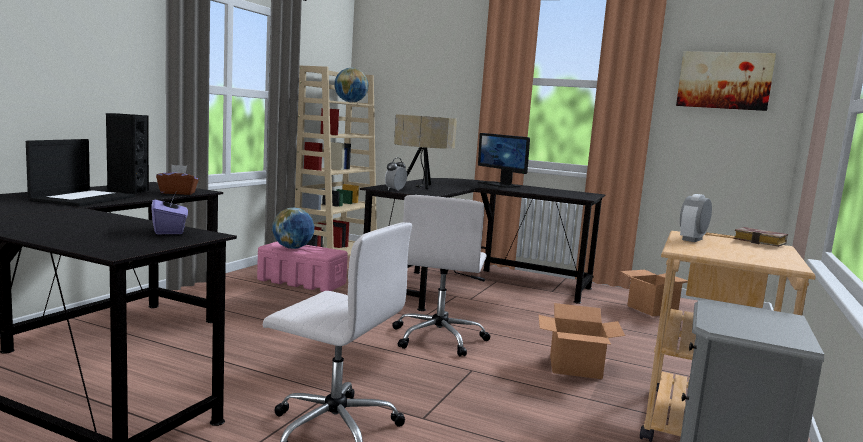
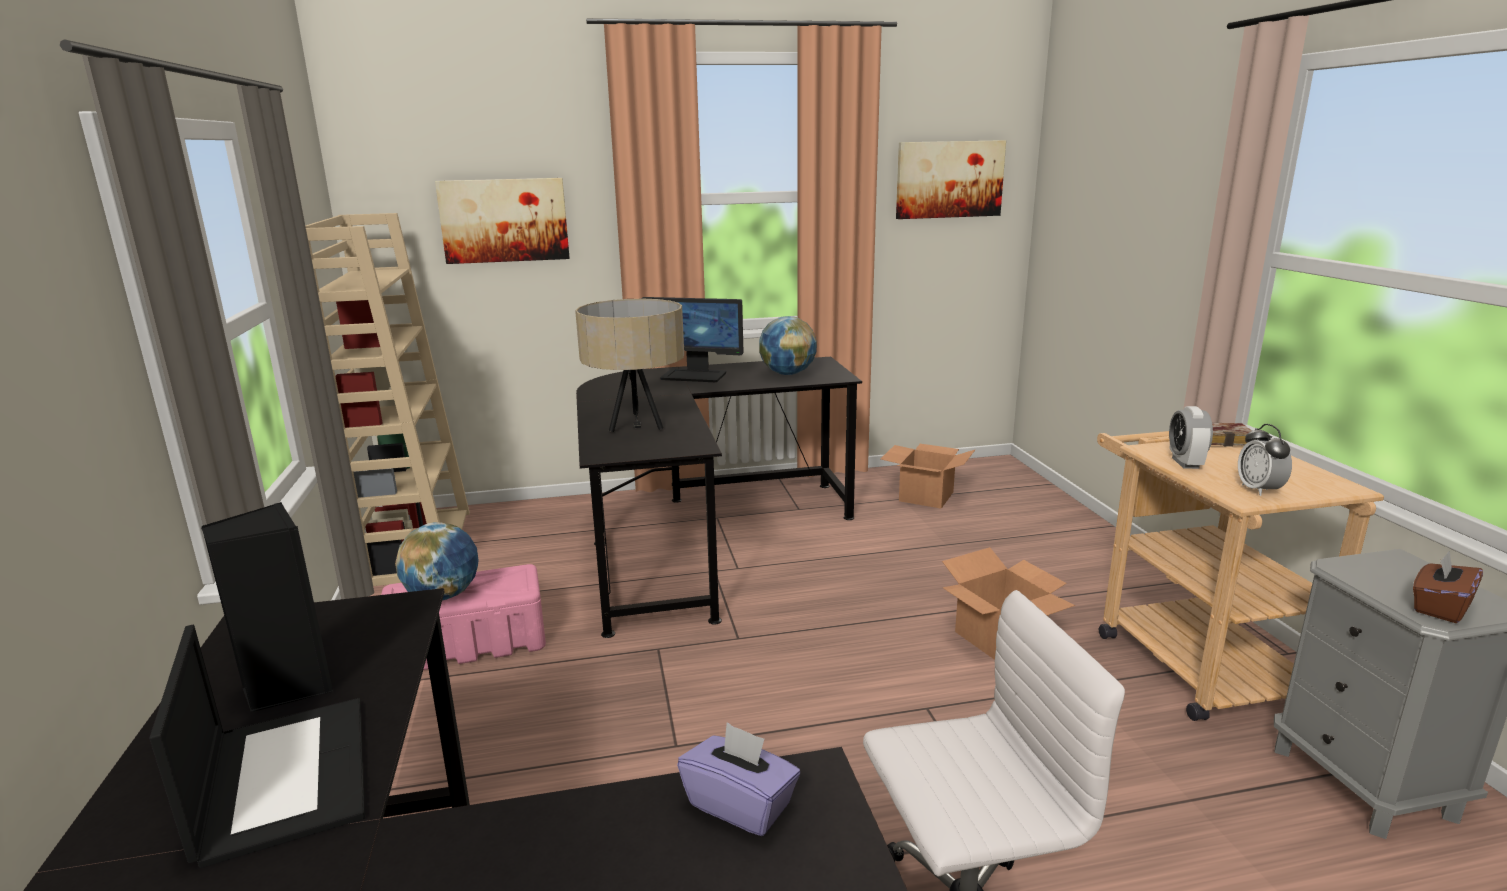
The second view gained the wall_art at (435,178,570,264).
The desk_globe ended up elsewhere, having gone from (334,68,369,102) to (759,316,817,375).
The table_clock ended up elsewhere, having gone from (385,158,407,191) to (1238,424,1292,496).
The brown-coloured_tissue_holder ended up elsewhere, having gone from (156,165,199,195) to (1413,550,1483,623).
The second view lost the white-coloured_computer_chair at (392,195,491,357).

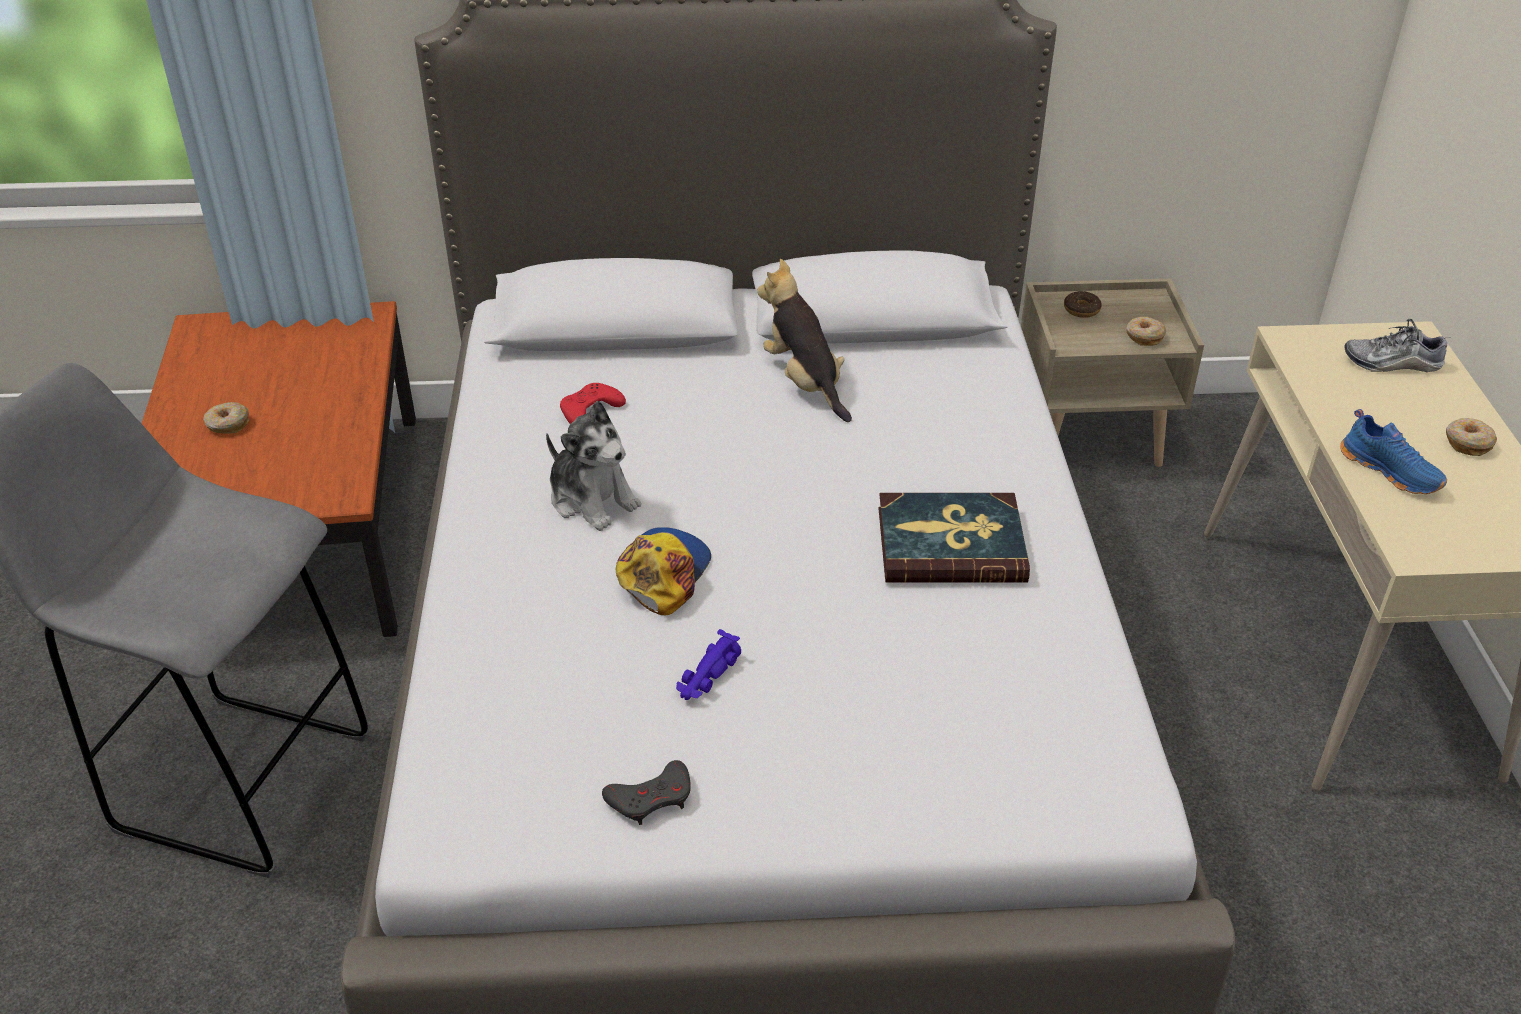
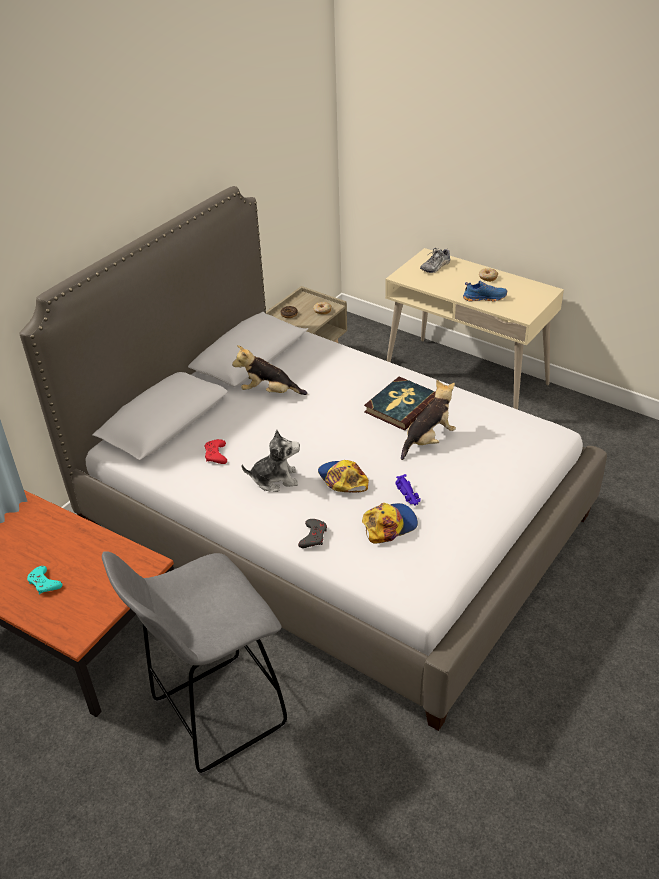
Where the ring_doughnut stood at (203,402,249,434), the blue-green_joypad came to stand at (27,566,63,594).
The gray_joypad ended up elsewhere, having gone from (602,760,691,825) to (298,519,327,548).
The second view gained the cap at (362,503,418,544).
The second view gained the cuddly_toy at (401,380,456,460).

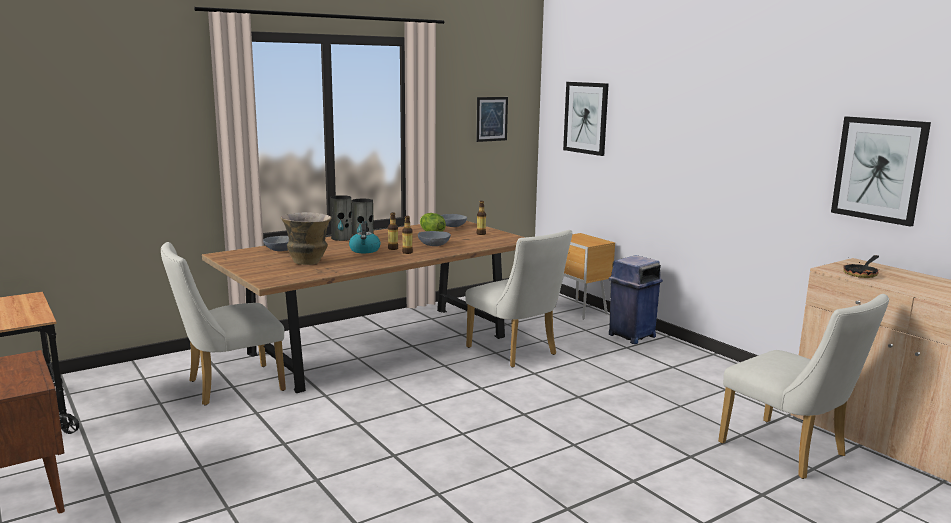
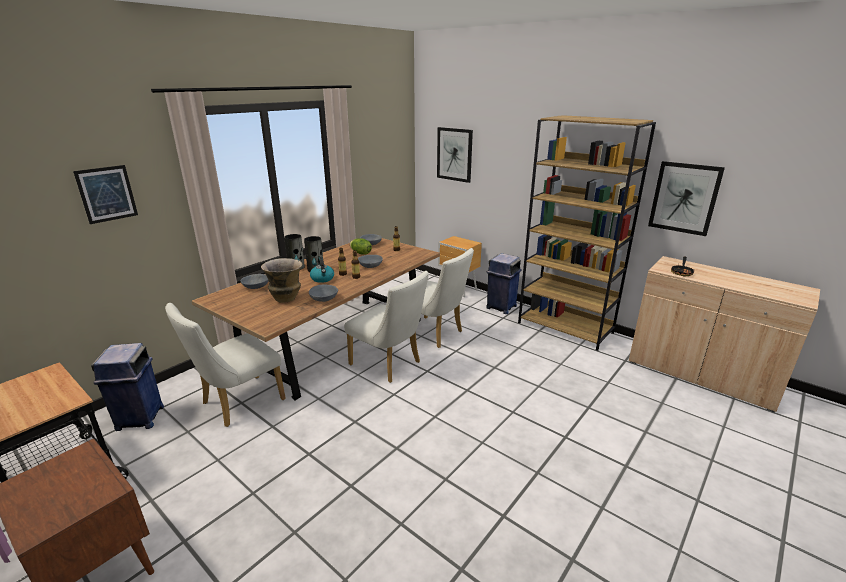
The wall_art ended up elsewhere, having gone from (476,97,508,142) to (73,165,138,224).
The second view gained the bluish_trash_can at (91,343,164,431).
The second view gained the gray_serving_bowl at (309,284,338,302).
The white-coloured_chair ended up elsewhere, having gone from (718,294,889,479) to (344,271,429,383).
The second view gained the brown-coloured_shelving_unit at (518,115,656,351).

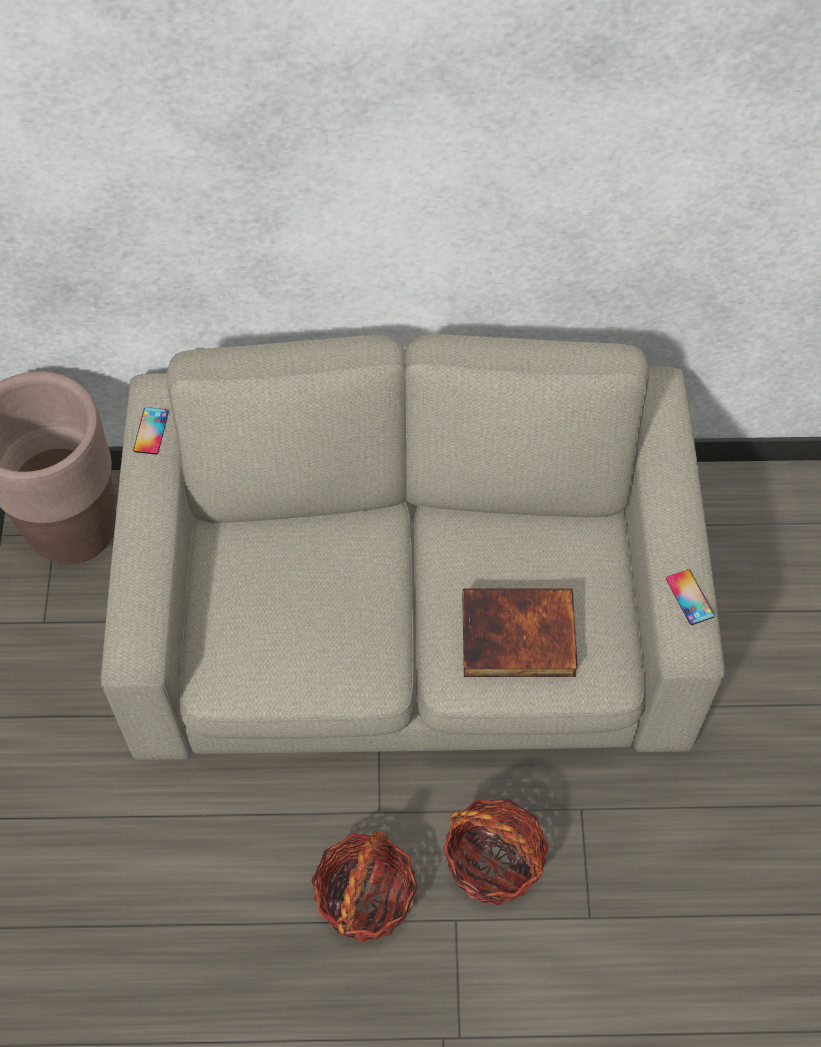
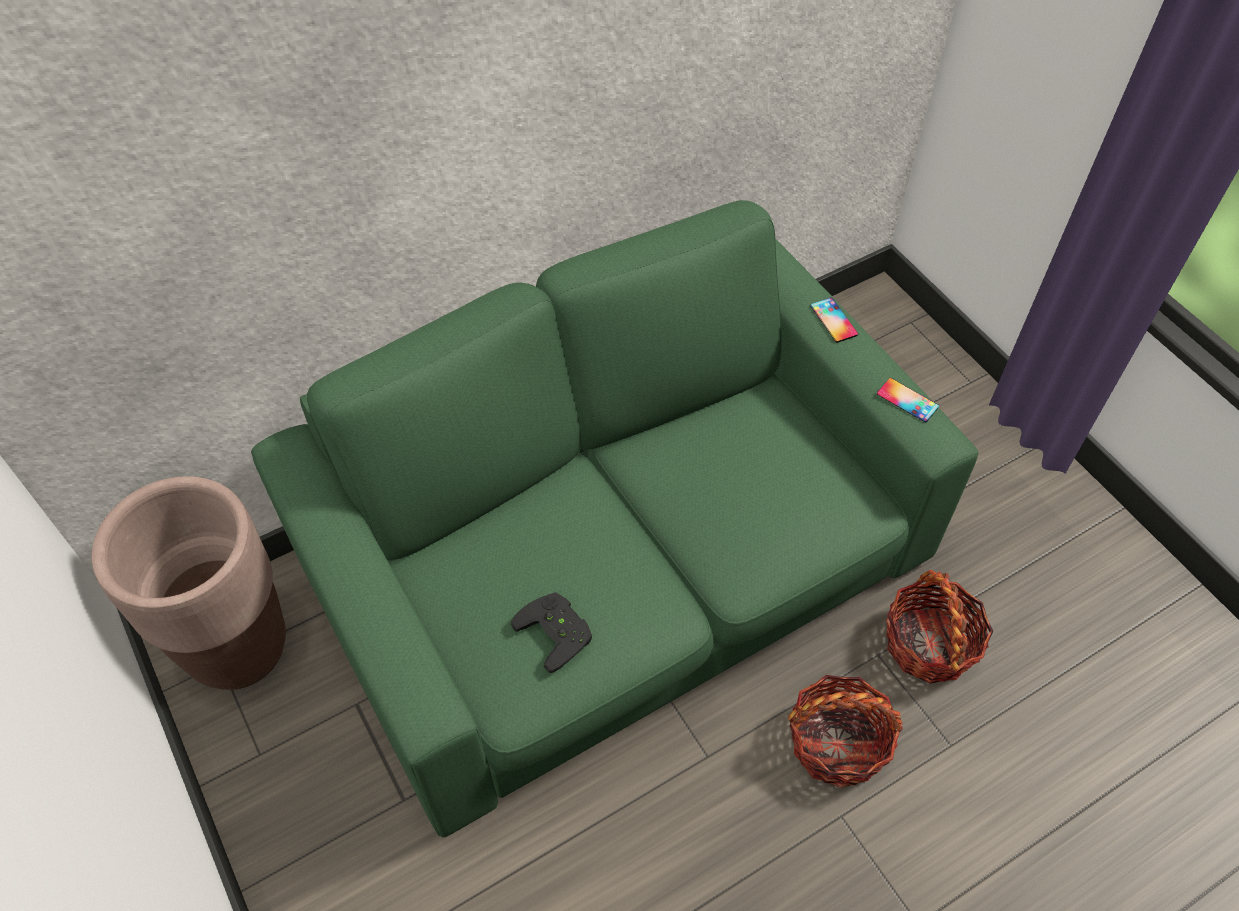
What was the beige_sofa at (101,334,725,760) turned into the green_sofa at (251,200,979,838).
The second view gained the black-coloured_joypad at (511,592,592,673).
The handset ended up elsewhere, having gone from (133,407,169,454) to (810,297,858,343).
The household_basket ended up elsewhere, having gone from (311,831,418,942) to (886,570,993,684).
The second view lost the bound_book at (462,588,578,677).

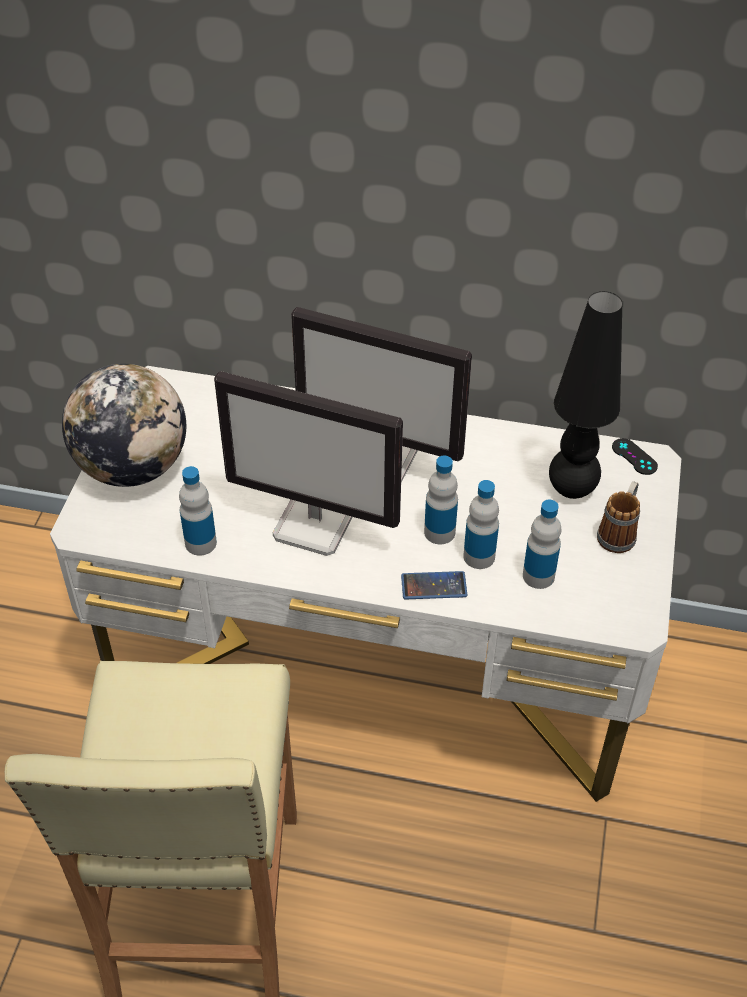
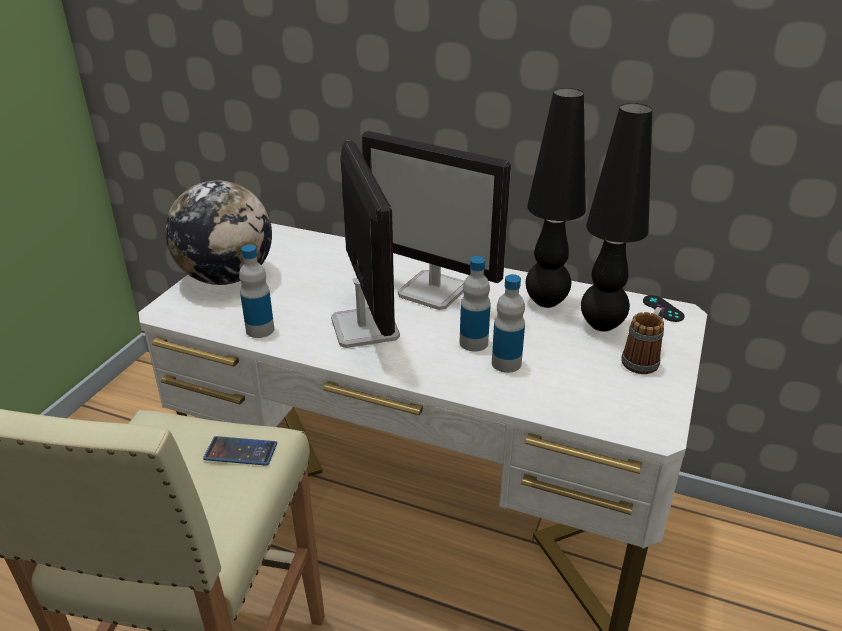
The handset ended up elsewhere, having gone from (401,571,467,600) to (203,436,277,466).
The computer_screen at (214,371,403,556) ended up facing another way, 135 degrees counterclockwise from before.
The second view gained the black-coloured_tabletop_lamp at (526,88,586,308).
The second view lost the bottle at (523,499,561,589).

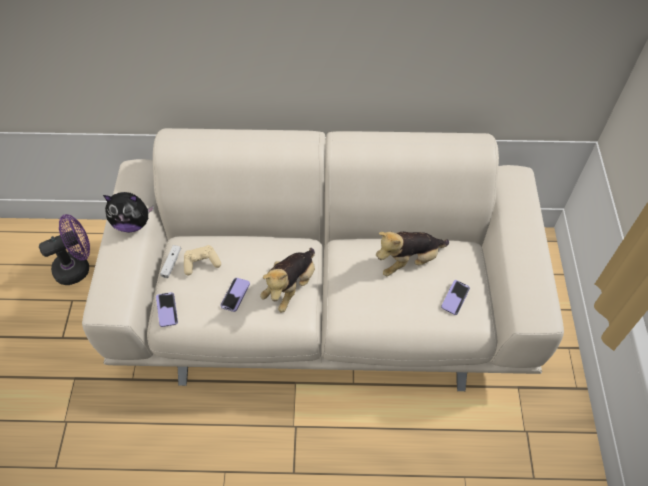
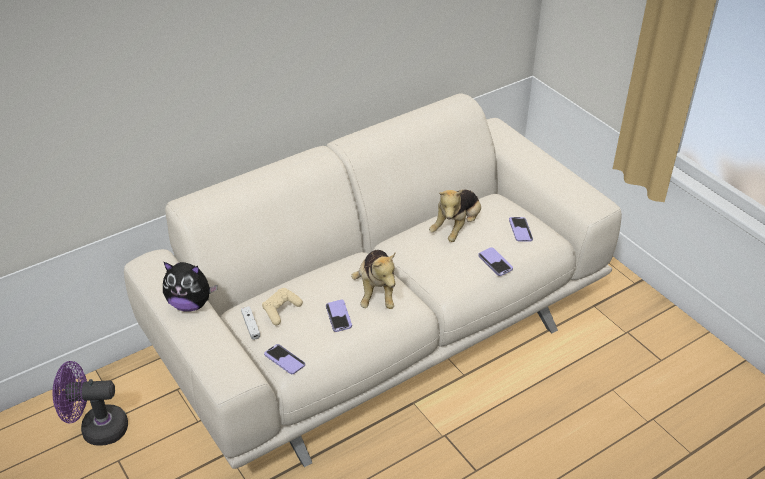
The purple_fan at (39,214,90,285) ended up facing another way, 120 degrees counterclockwise from before.
The cuddly_toy at (103,192,154,233) ended up facing another way, 45 degrees clockwise from before.
The second view gained the handset at (478,247,513,276).

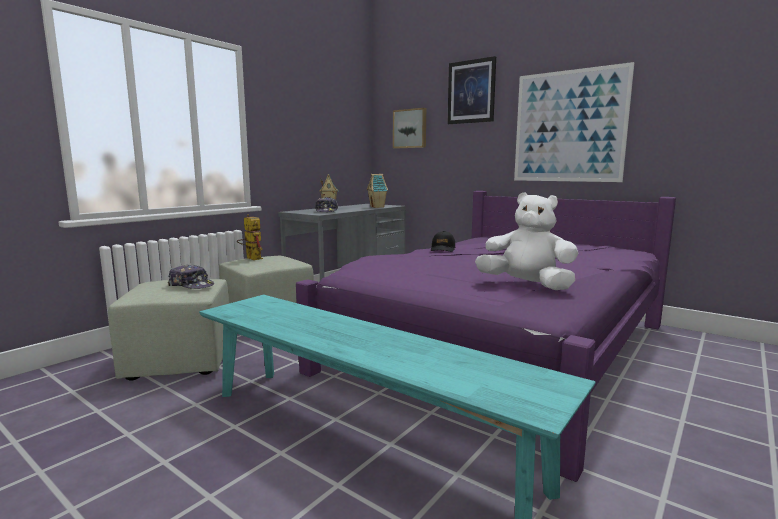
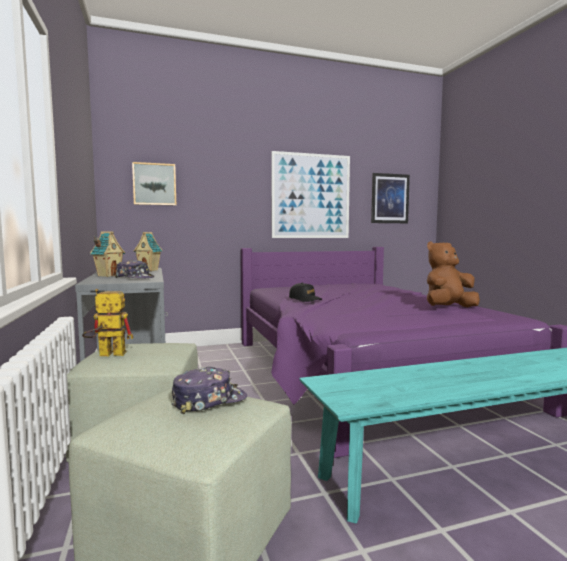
The wall_art ended up elsewhere, having gone from (448,56,496,124) to (371,173,410,223).
What was the white-coloured_cuddly_toy at (475,193,578,290) turned into the brown-coloured_cuddly_toy at (427,241,480,307).

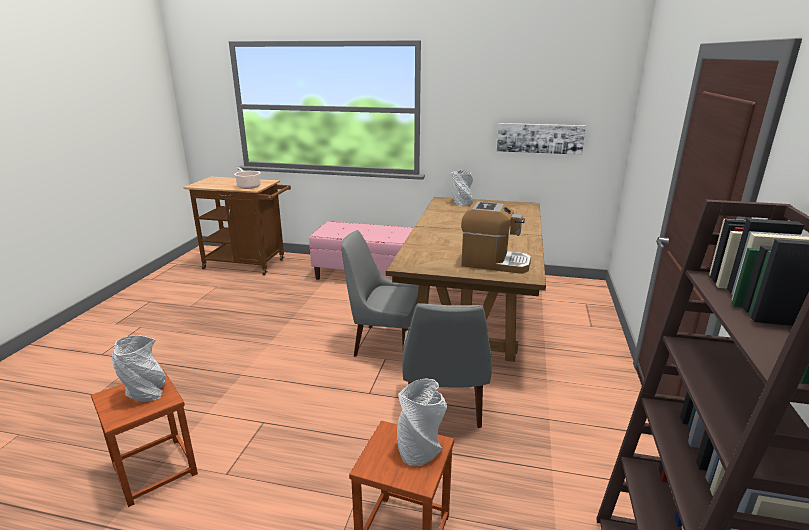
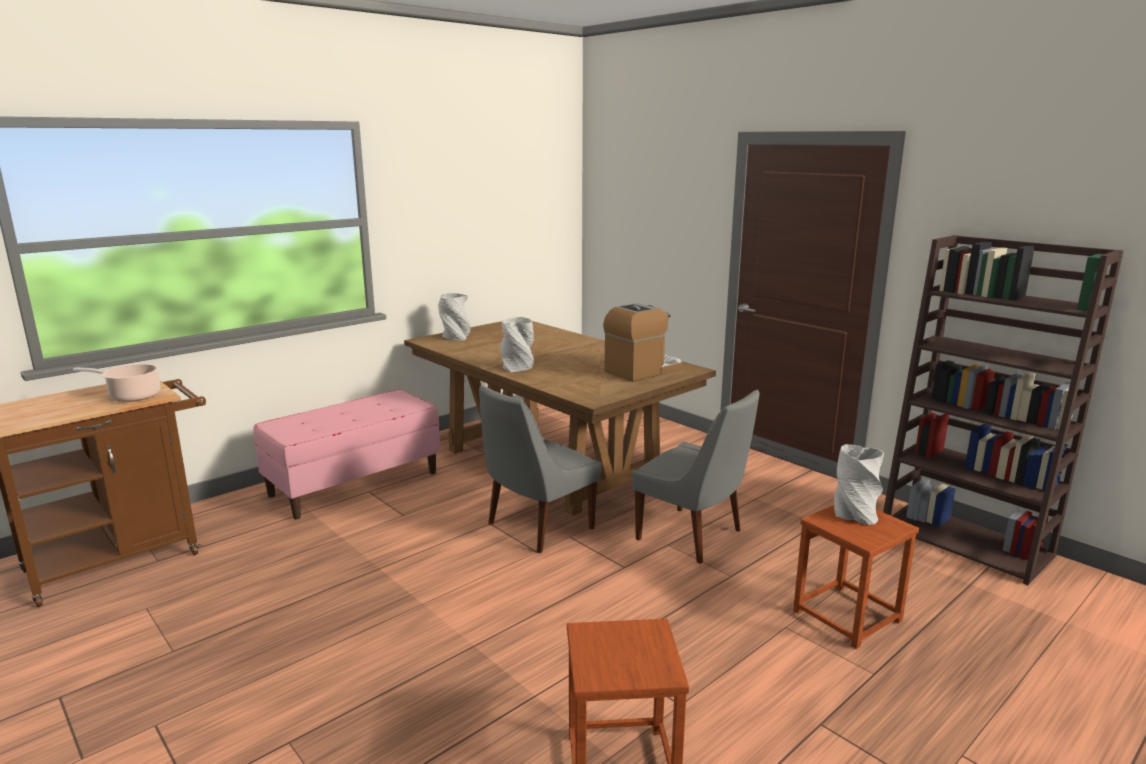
The gray_vase ended up elsewhere, having gone from (112,335,166,402) to (501,317,534,372).
The second view lost the wall_art at (497,123,586,155).

